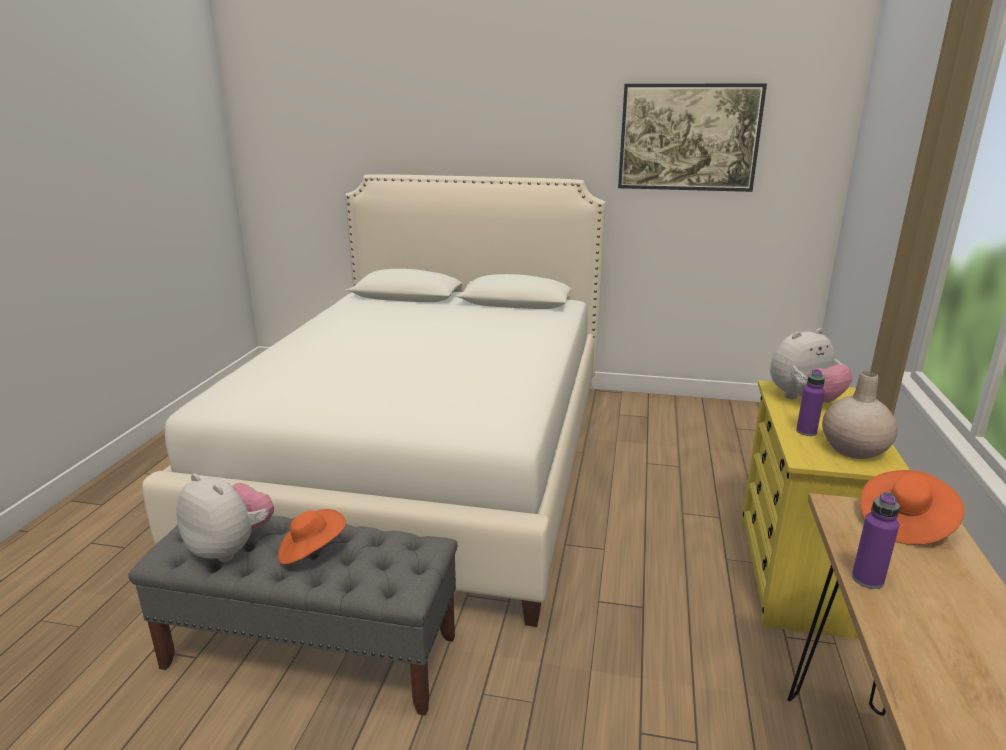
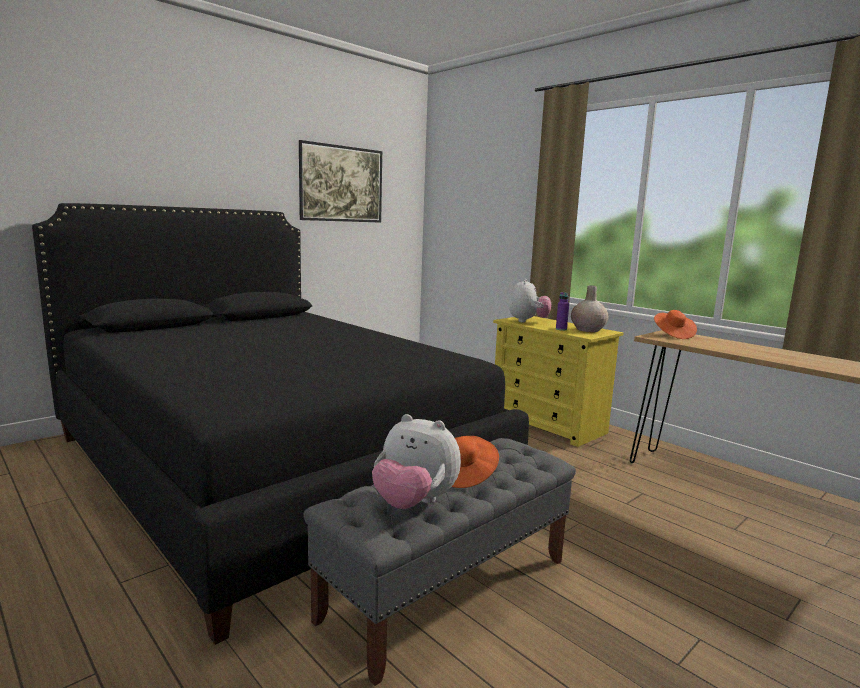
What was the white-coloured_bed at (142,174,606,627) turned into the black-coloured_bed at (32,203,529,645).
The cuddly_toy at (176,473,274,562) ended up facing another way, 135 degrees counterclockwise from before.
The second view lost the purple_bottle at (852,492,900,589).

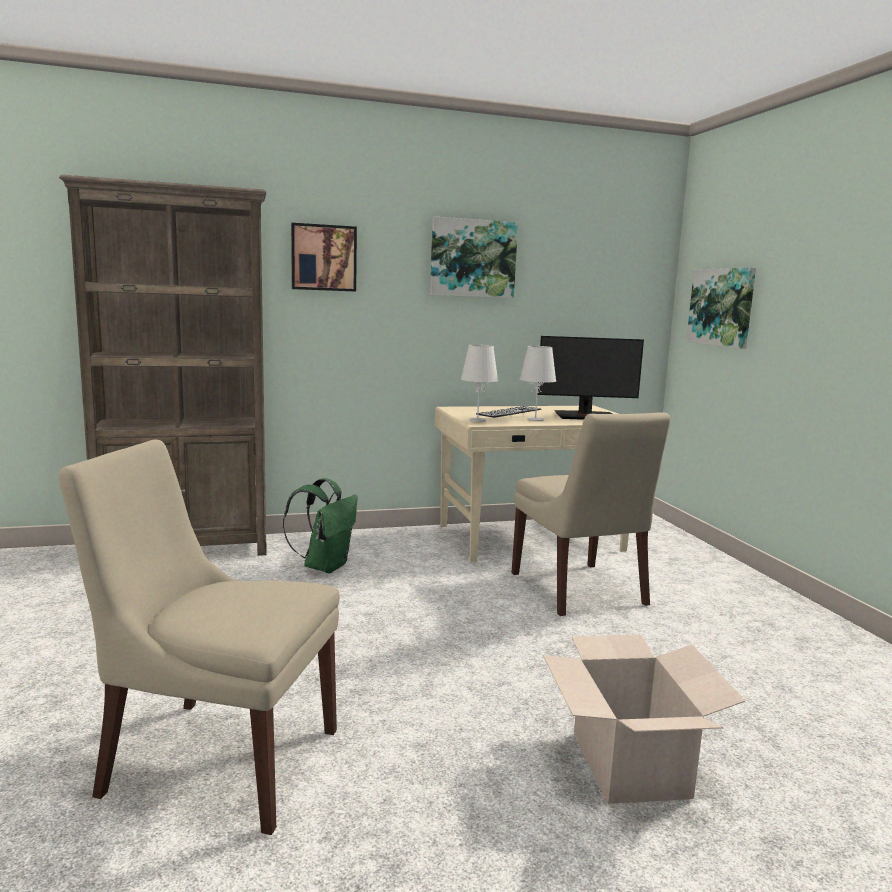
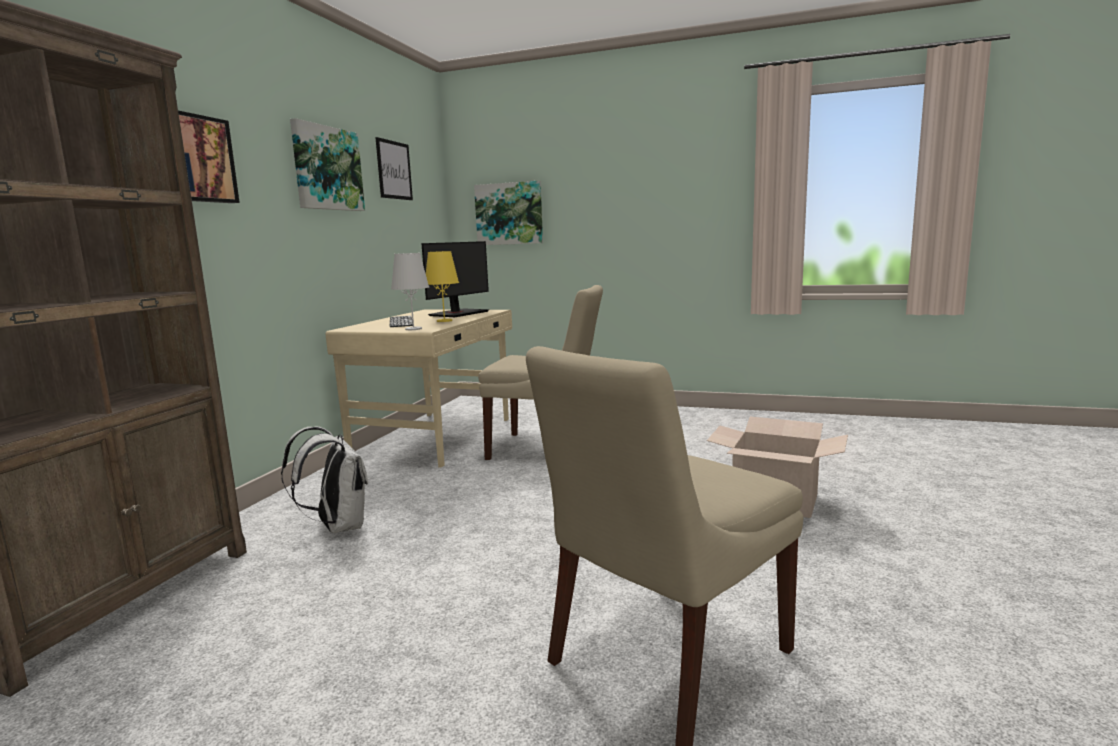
What was the green_rucksack at (283,478,358,573) turned into the white-coloured_rucksack at (281,427,368,533).
The second view gained the wall_art at (375,137,413,200).
What was the white-coloured_tabletop_lamp at (520,346,556,421) turned into the yellow-coloured_tabletop_lamp at (426,251,459,322).

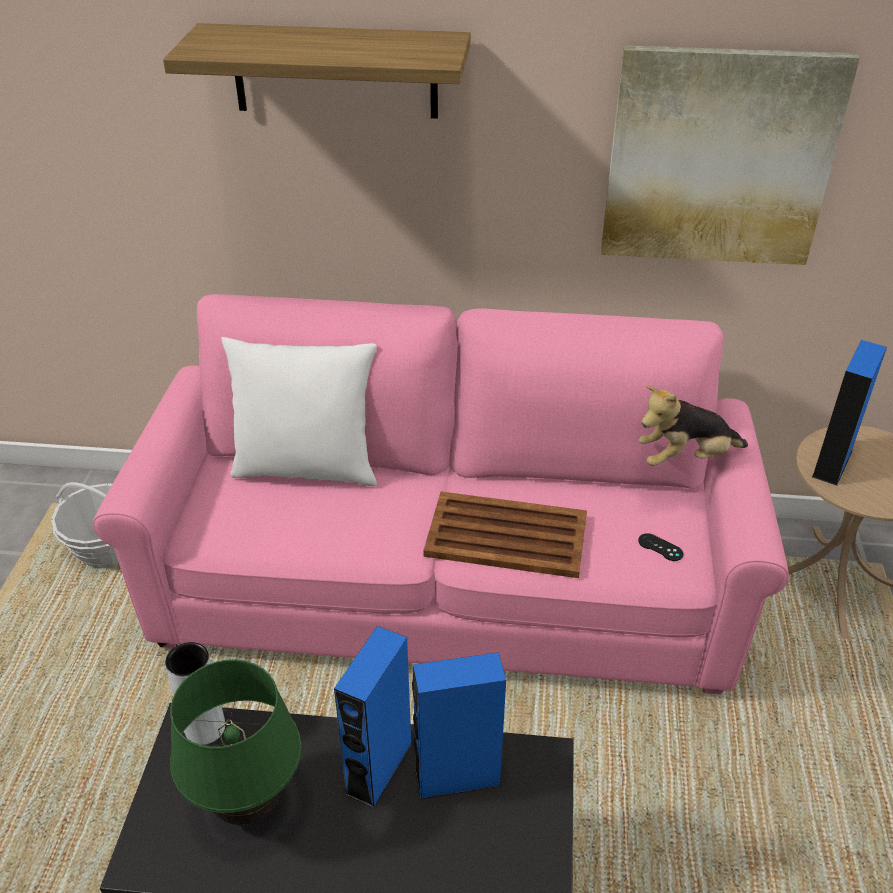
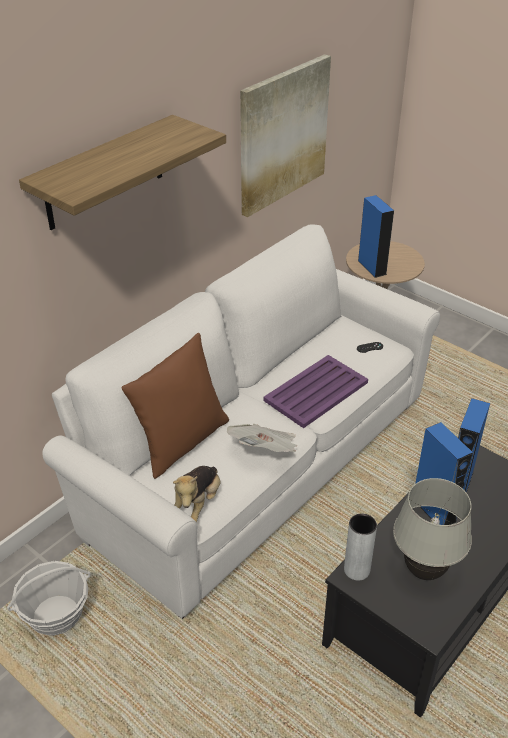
What was the pink_sofa at (93,294,789,695) turned into the white-coloured_sofa at (42,224,440,619).
What was the white-coloured_throw_pillow at (221,337,377,486) turned into the brown-coloured_throw_pillow at (121,333,229,479).
The cuddly_toy ended up elsewhere, having gone from (639,386,748,466) to (173,466,221,522).
The second view gained the newspaper at (227,424,297,452).
What was the brown-coloured_serving_tray at (423,492,587,578) turned into the purple_serving_tray at (263,355,368,428).
What was the green_tabletop_lamp at (170,659,302,825) turned into the white-coloured_tabletop_lamp at (393,478,472,580).

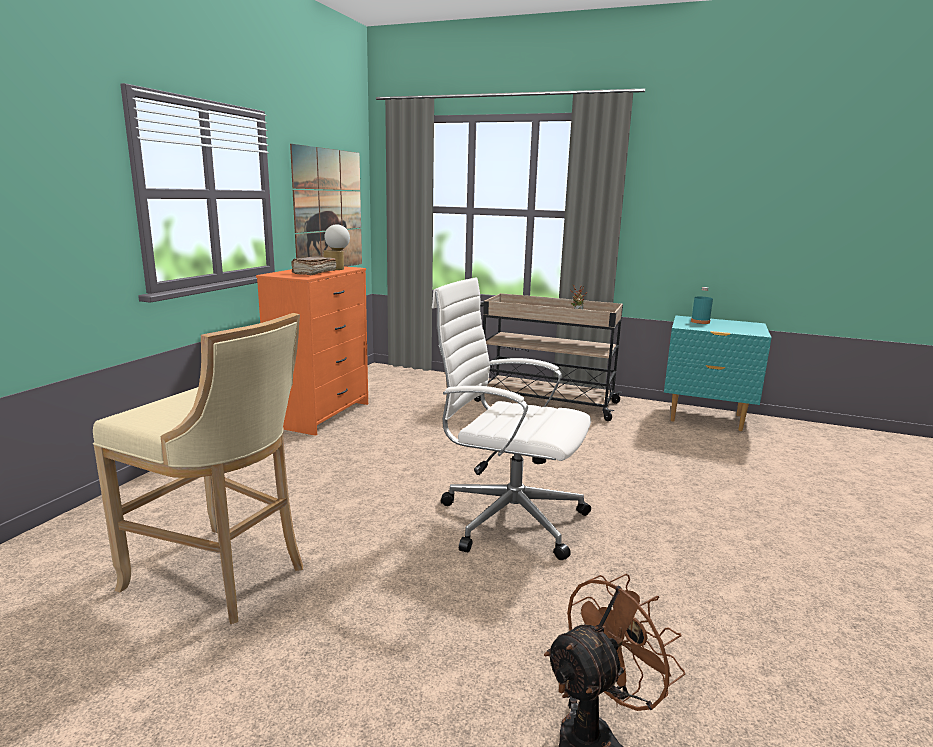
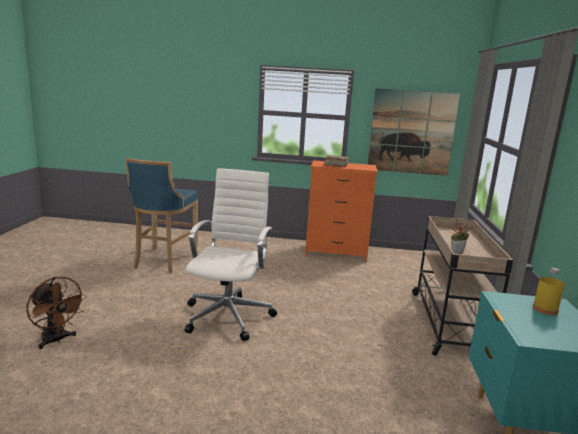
What was the beige_stool_seat at (93,313,303,624) turned into the bluish_stool_seat at (125,158,198,273).
What was the blue-green_bottle at (691,287,713,324) turned into the yellow-coloured_bottle at (533,268,565,315).
The second view lost the tabletop_lamp at (323,224,350,270).

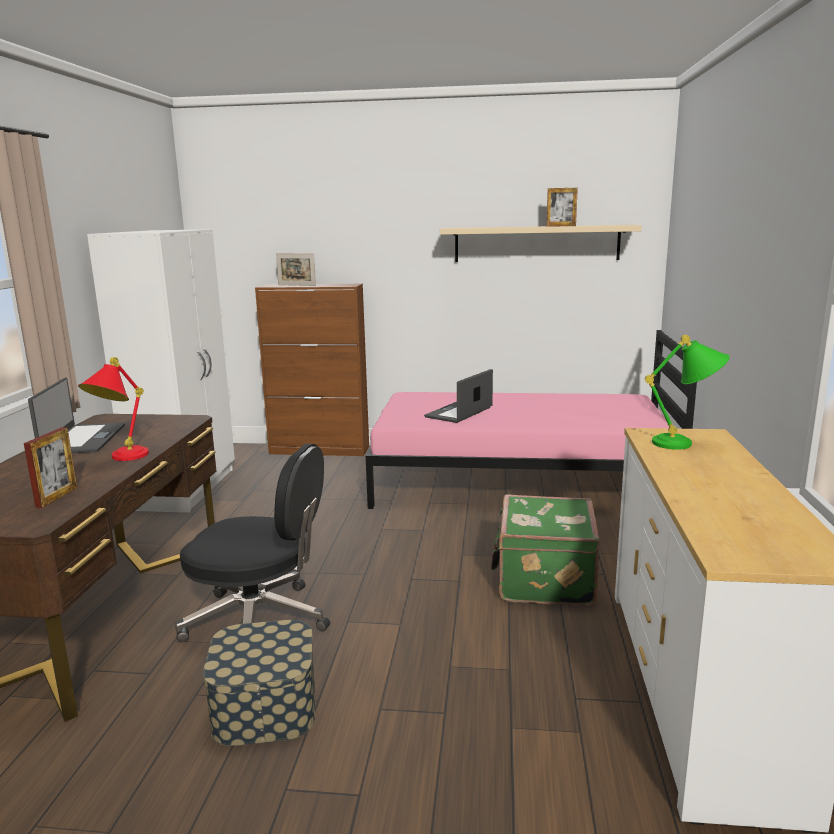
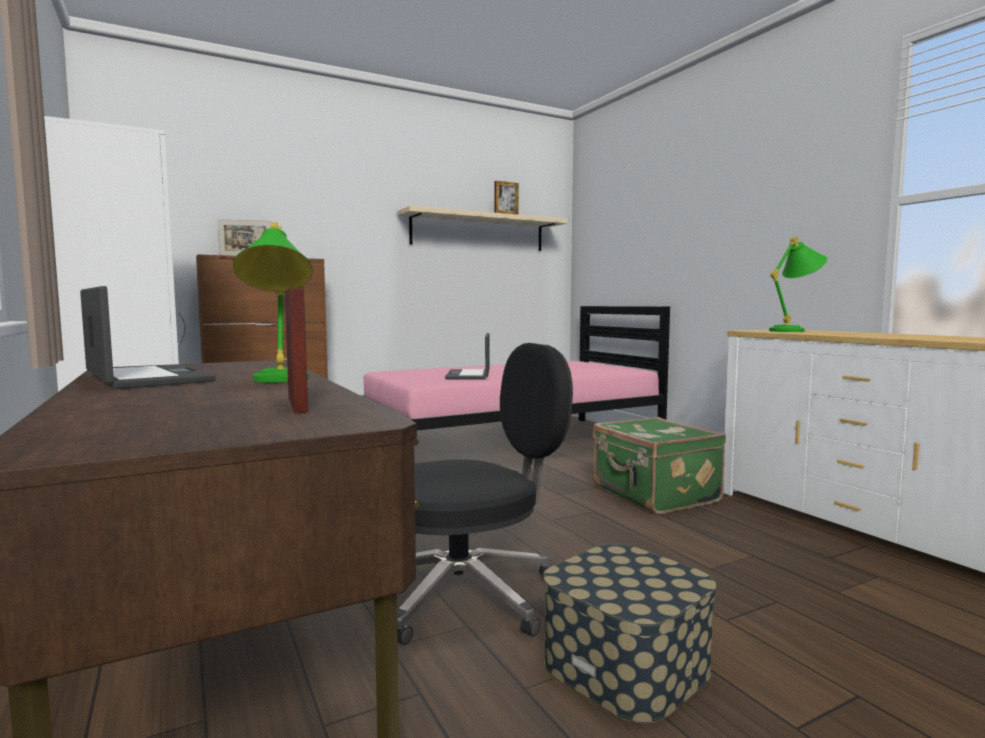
What was the red-coloured_tabletop_lamp at (78,357,149,461) turned into the green_tabletop_lamp at (233,222,313,382).

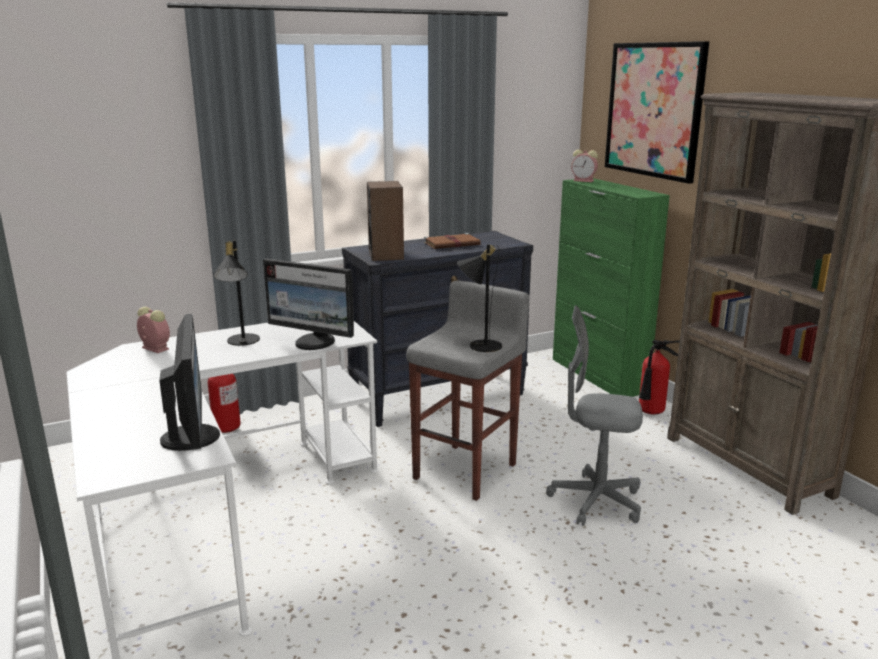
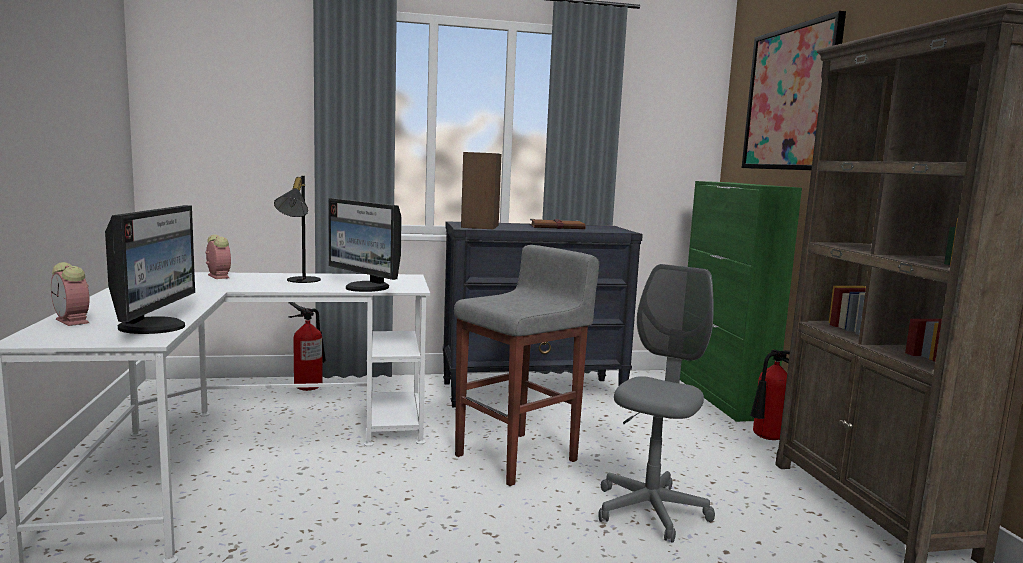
The table_clock ended up elsewhere, having gone from (571,150,598,182) to (51,262,89,326).
The gray_computer_chair at (546,305,643,526) ended up facing another way, 90 degrees clockwise from before.
The second view lost the black-coloured_tabletop_lamp at (457,244,502,352).

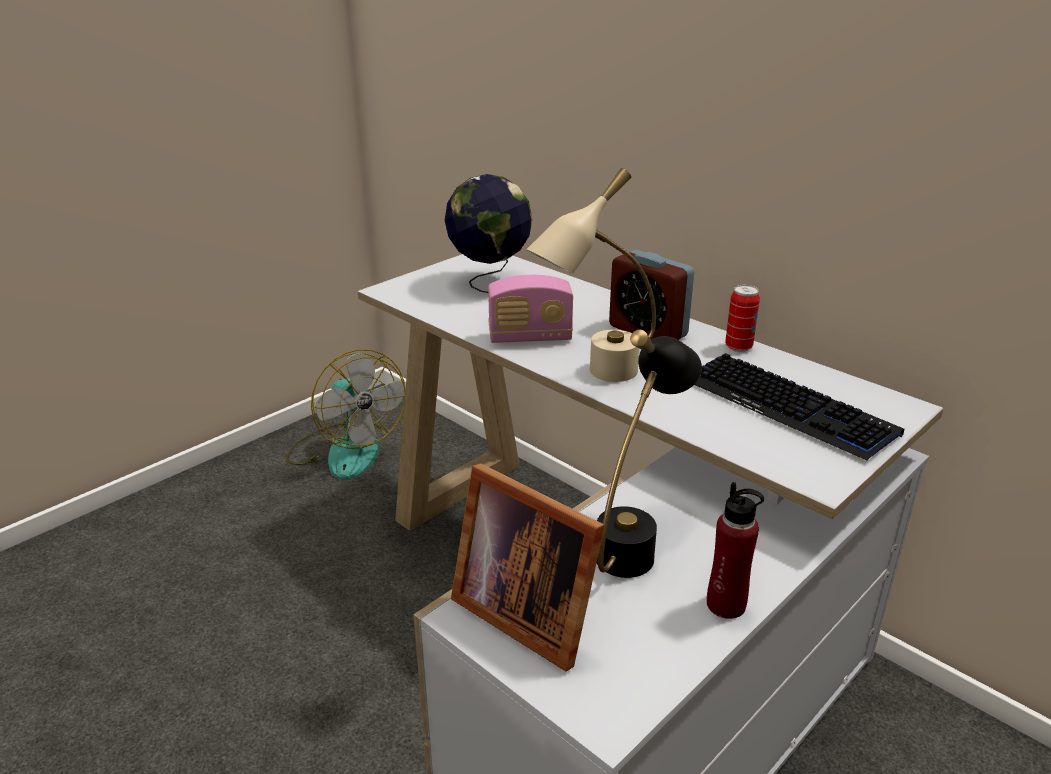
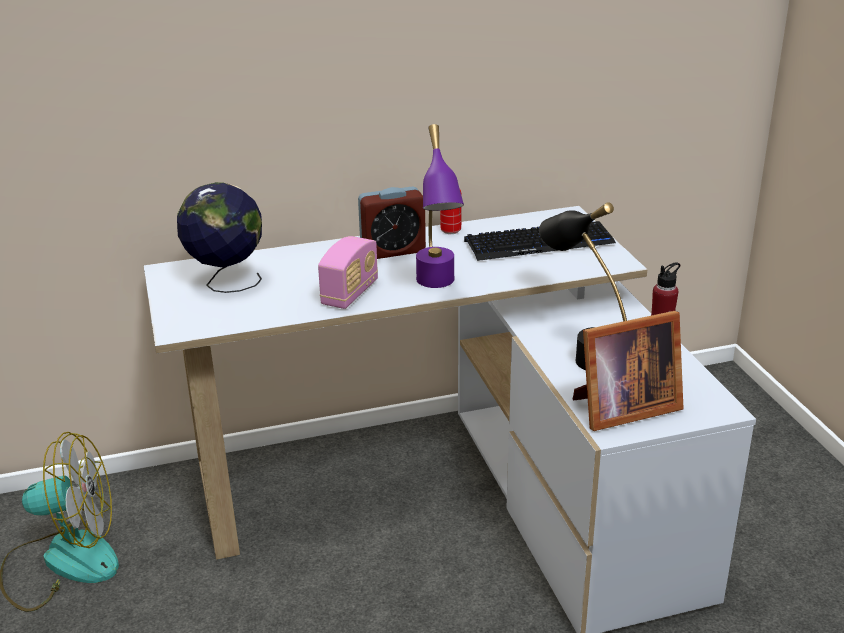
What was the beige_tabletop_lamp at (526,168,656,382) turned into the purple_tabletop_lamp at (416,124,464,288).

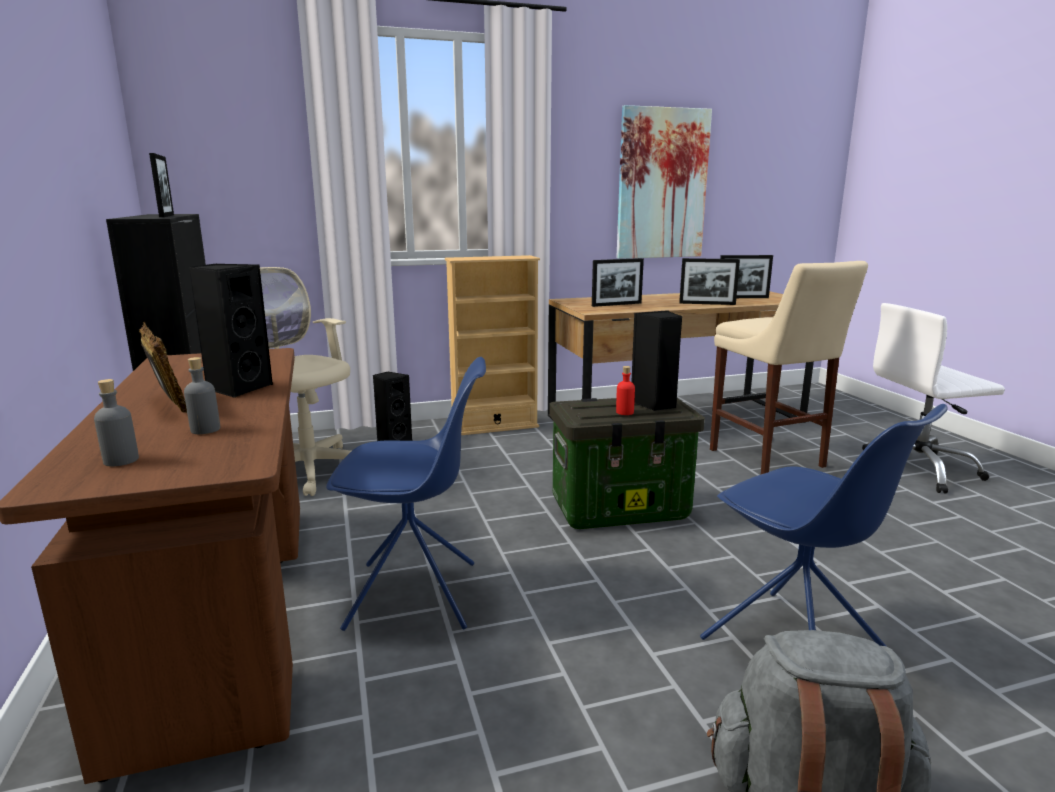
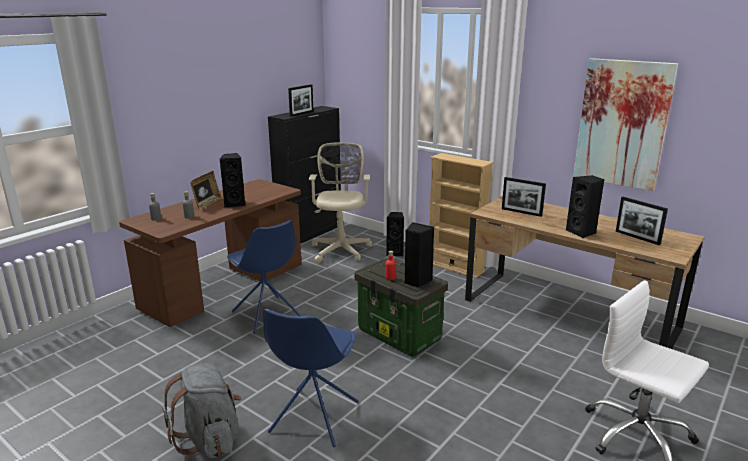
Where the picture_frame stood at (679,258,740,305), the black-coloured_audio_speaker came to stand at (566,175,604,238).
The second view lost the beige_stool_seat at (710,261,868,474).

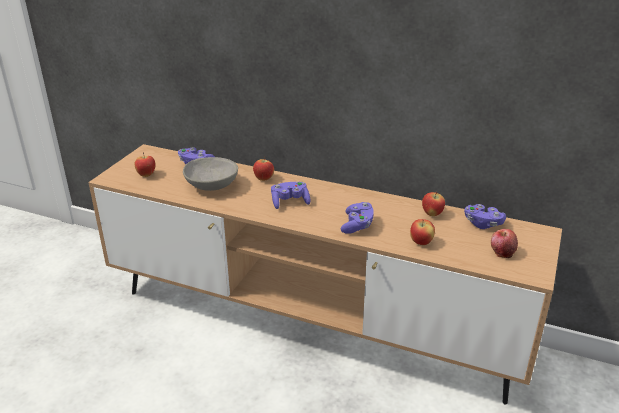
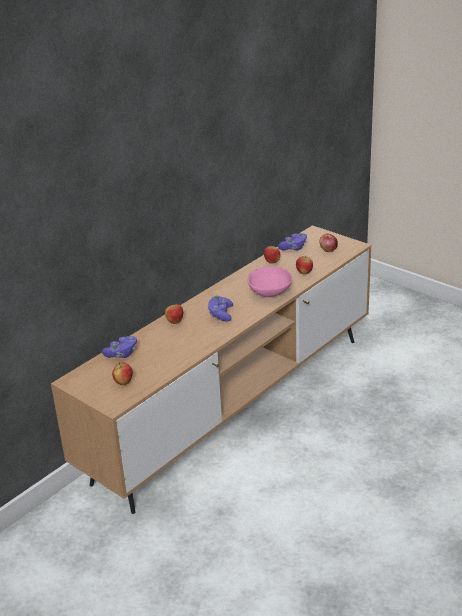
Where the purple_joypad stood at (341,202,374,234), the pink_serving_bowl came to stand at (247,266,292,297).
The second view lost the gray_serving_bowl at (183,157,238,191).

